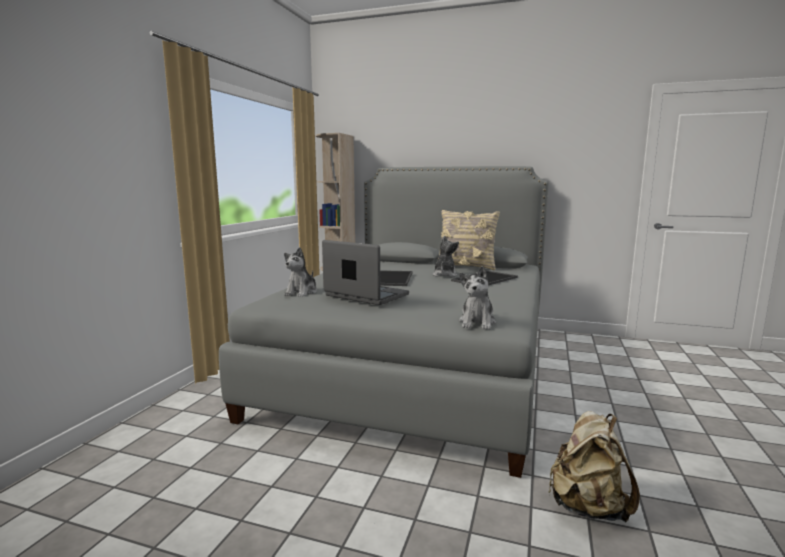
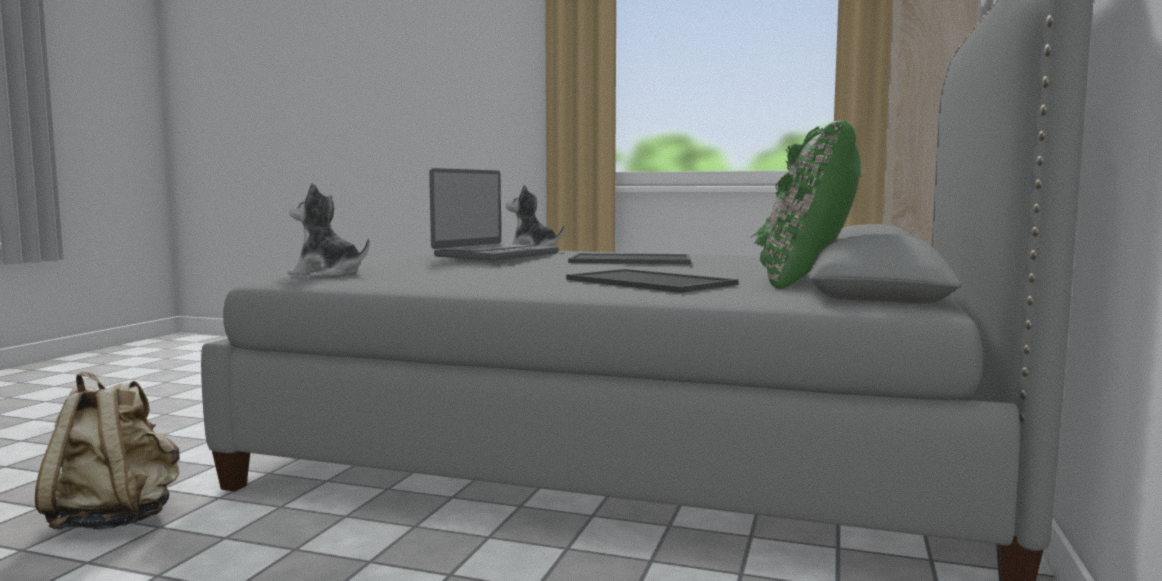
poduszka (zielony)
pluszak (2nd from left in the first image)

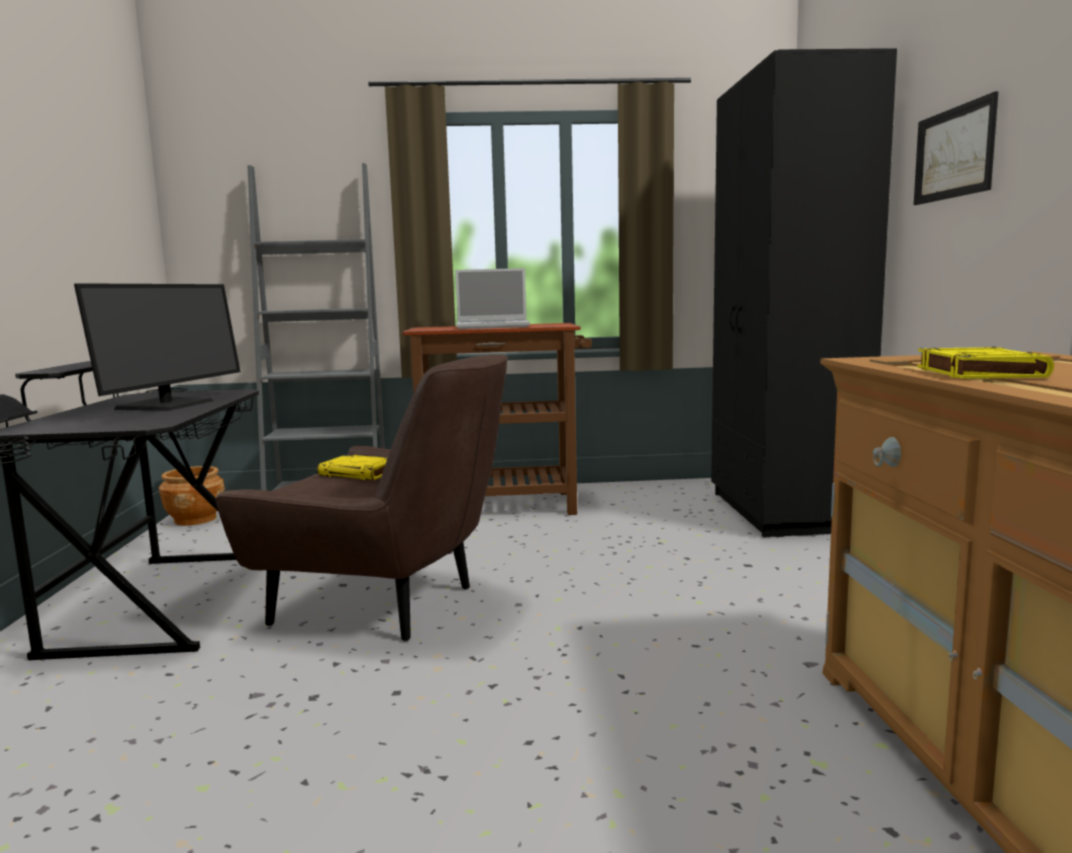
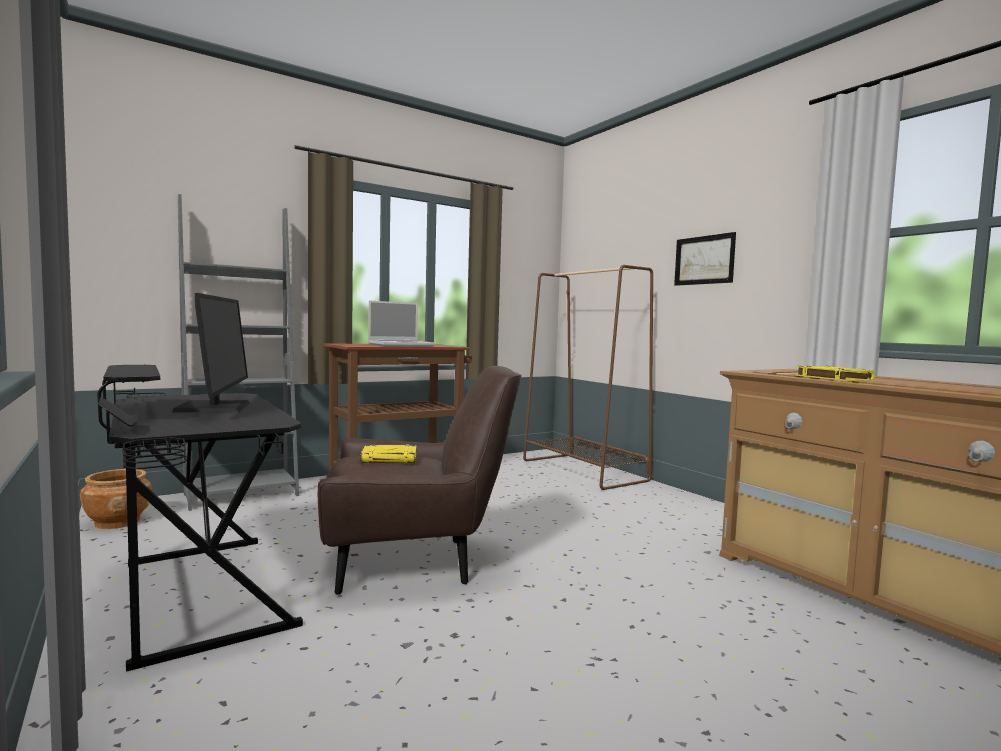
wieszak (brązowy)

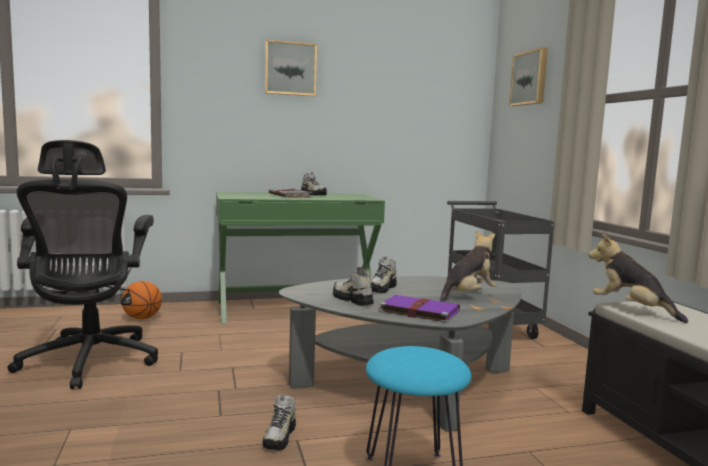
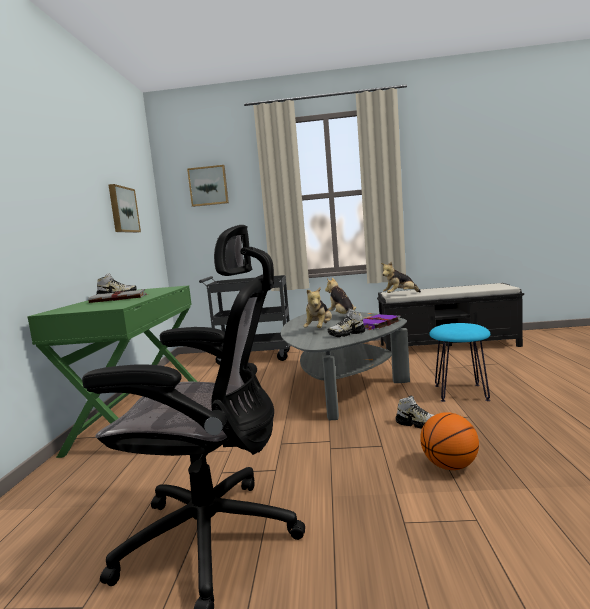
obraz (1st from left)
pluszak (1st from left)
piłka do koszykówki

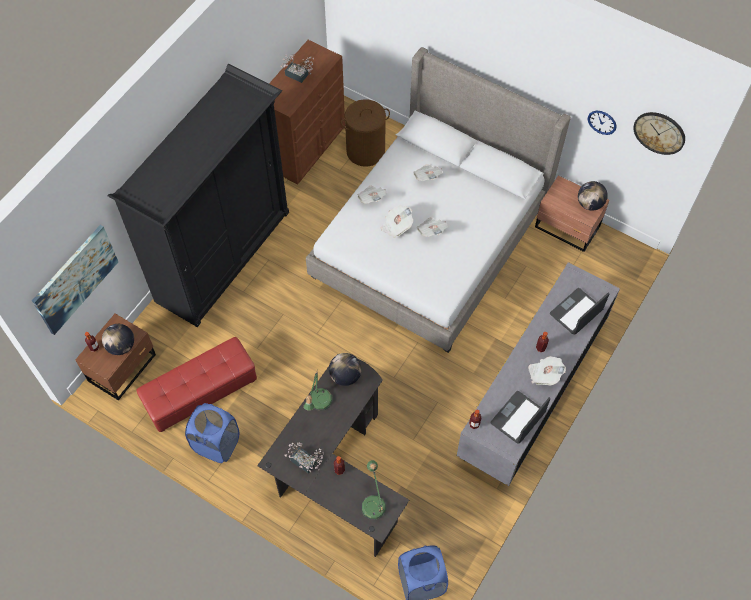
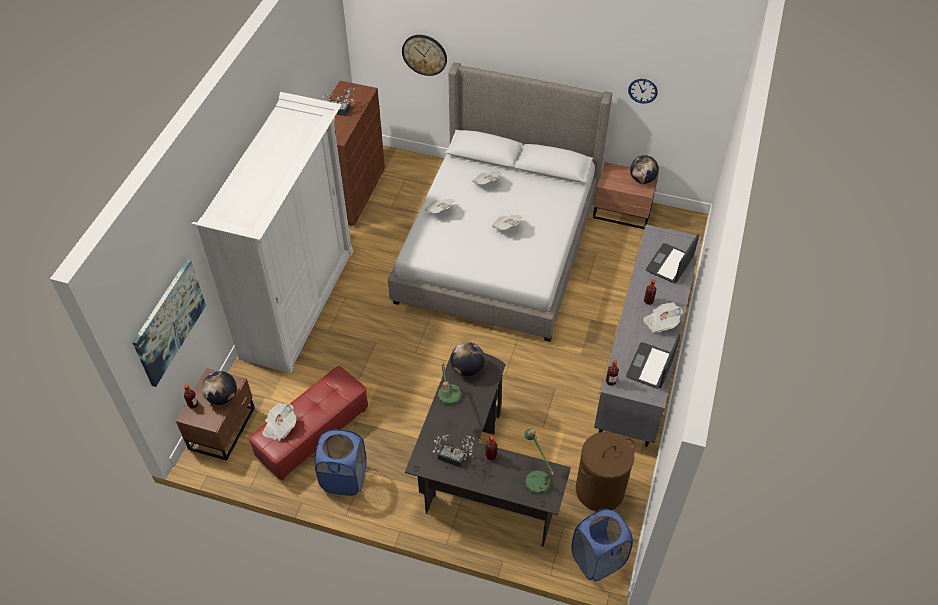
szafa (biały)
kosz na pranie (brązowy)
zegar ścienny (1st from left)
gazeta (1st from left)

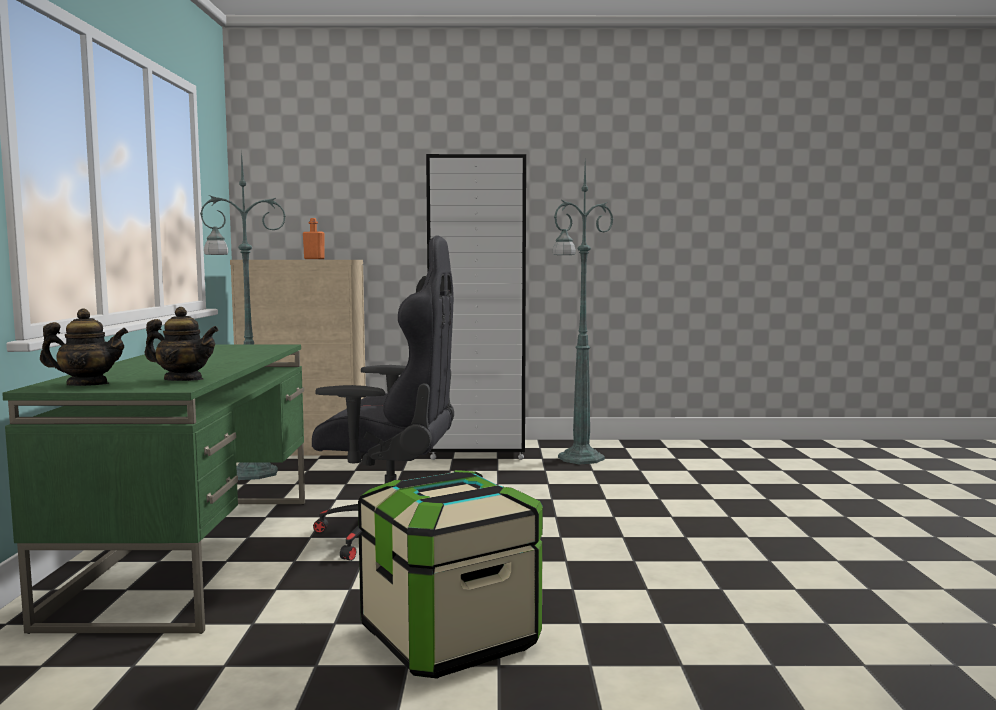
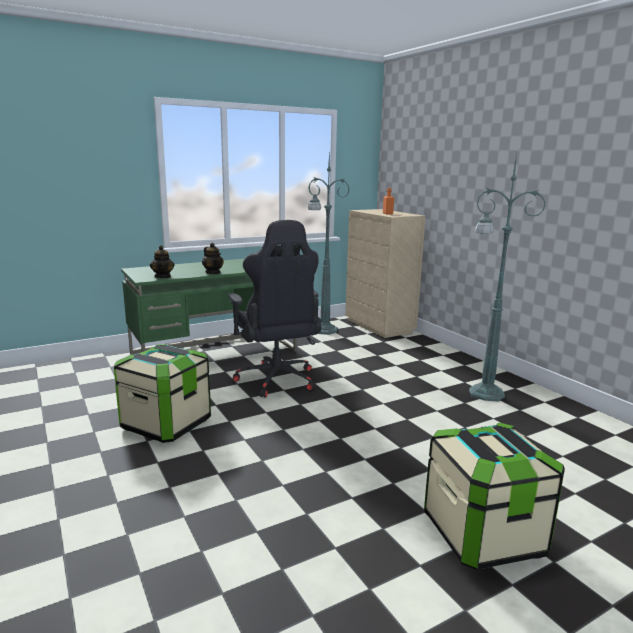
szafa
imbryk (2nd from left)
pojemnik do przechowywania (2nd from left)

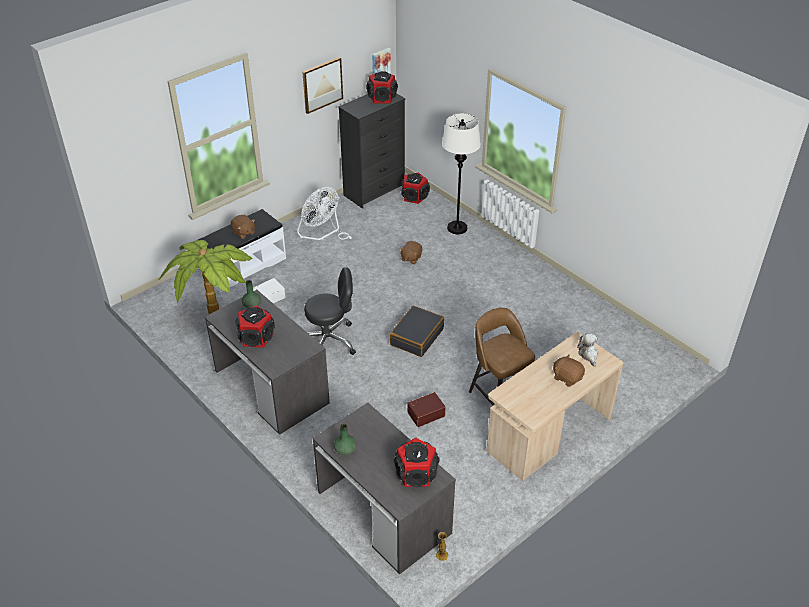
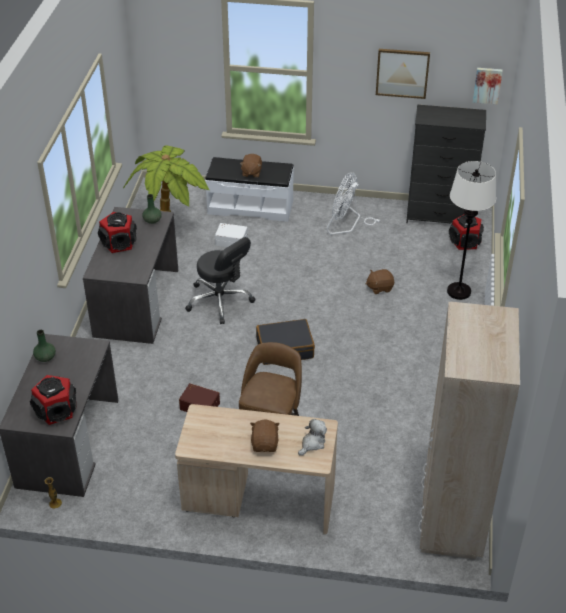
głośnik (2nd from left in the first image)
wentylator (biały)
szafa (beżowy)

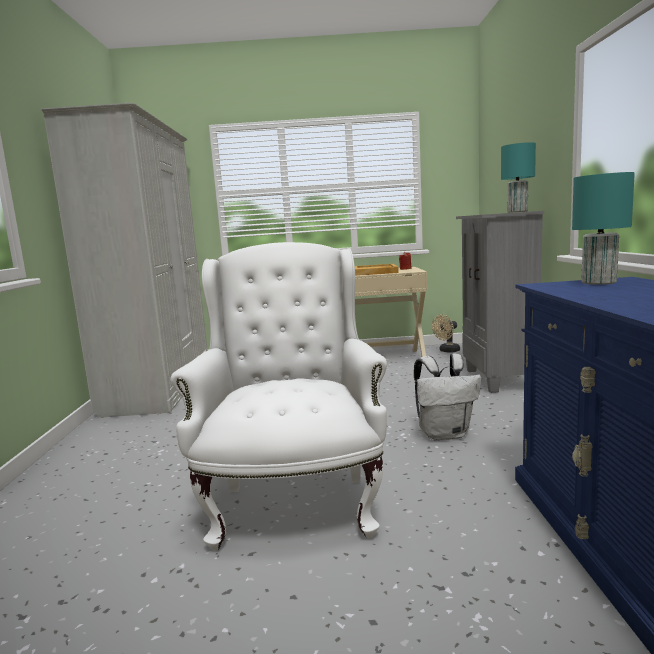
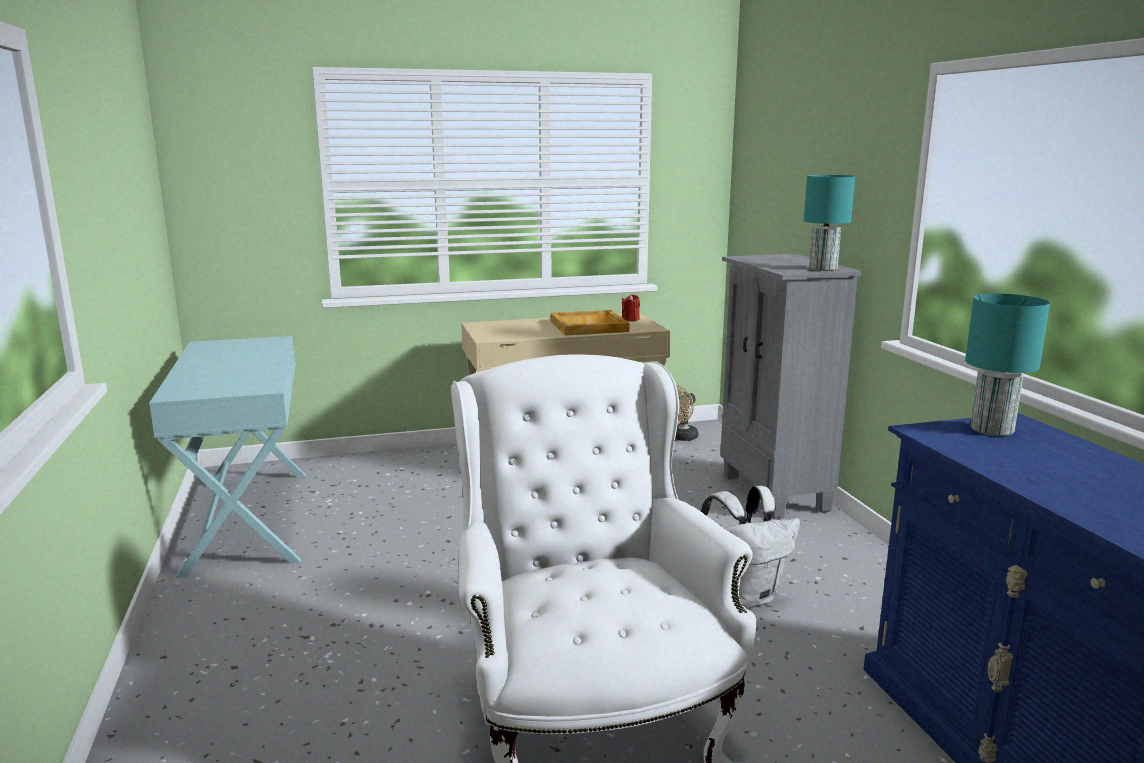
biurko (turkusowy)

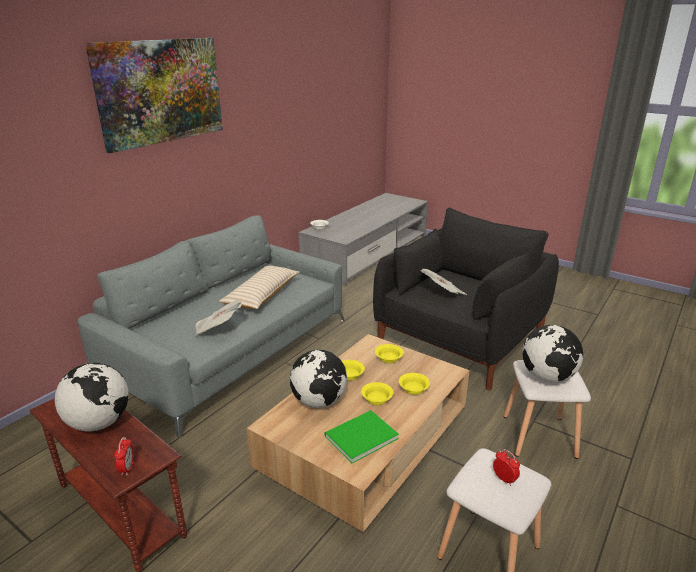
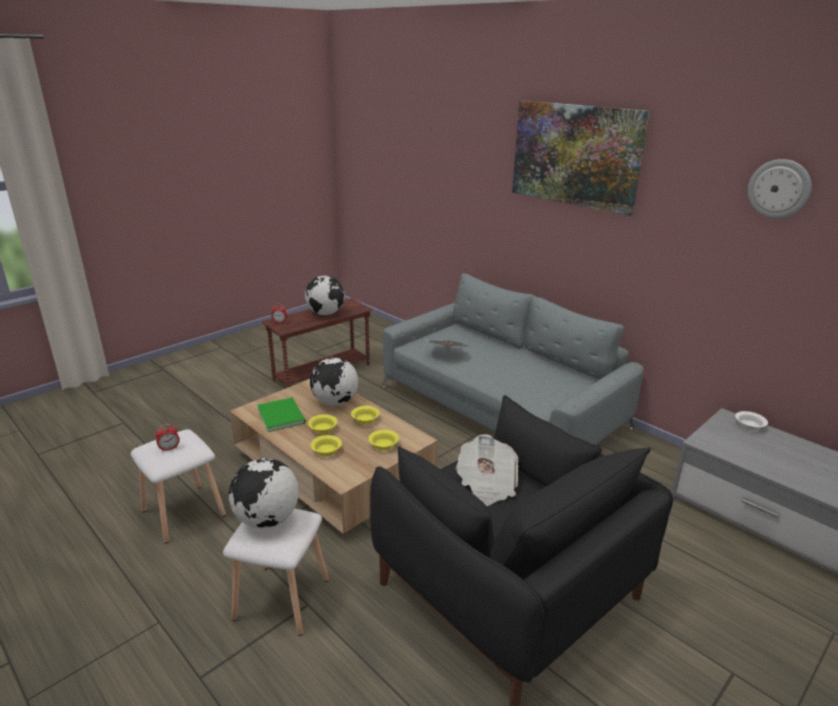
poduszka (beżowy)
zegar ścienny

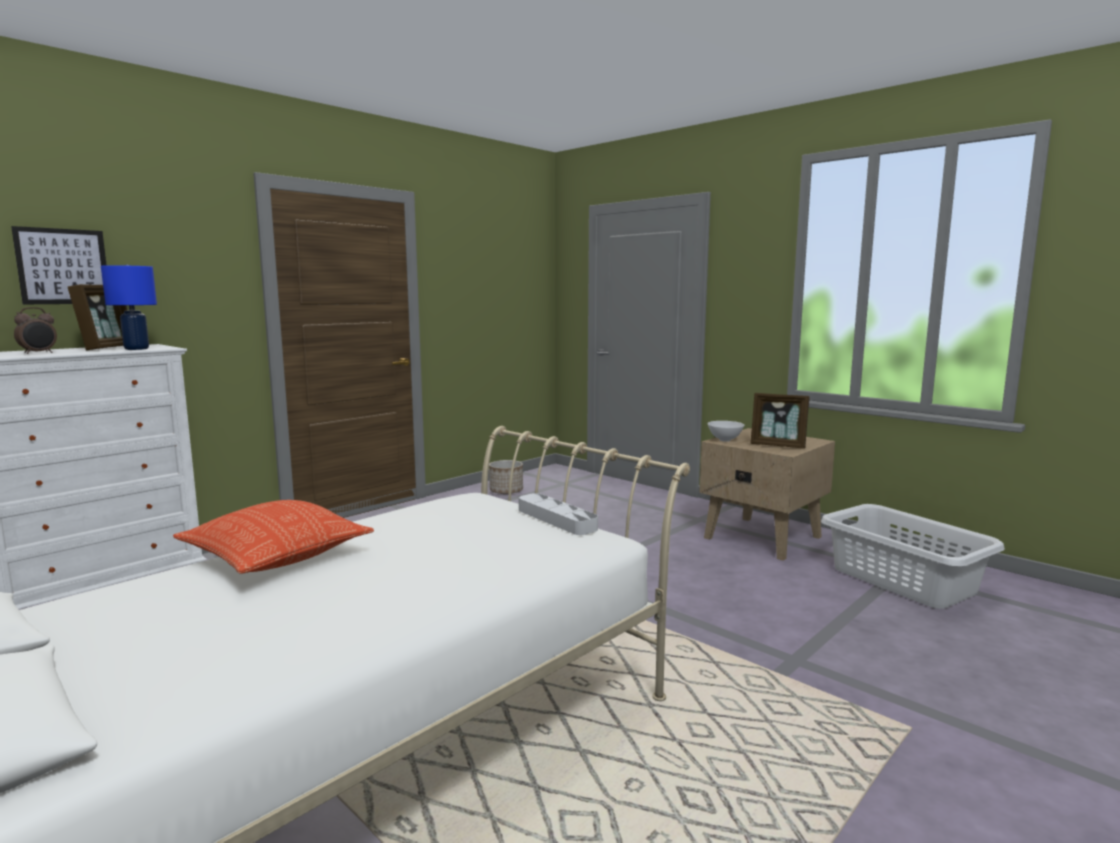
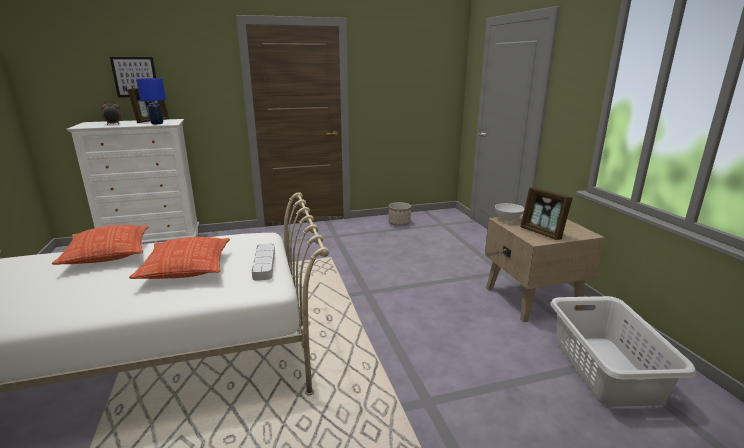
poduszka (pomarańczowy) (2nd from left)

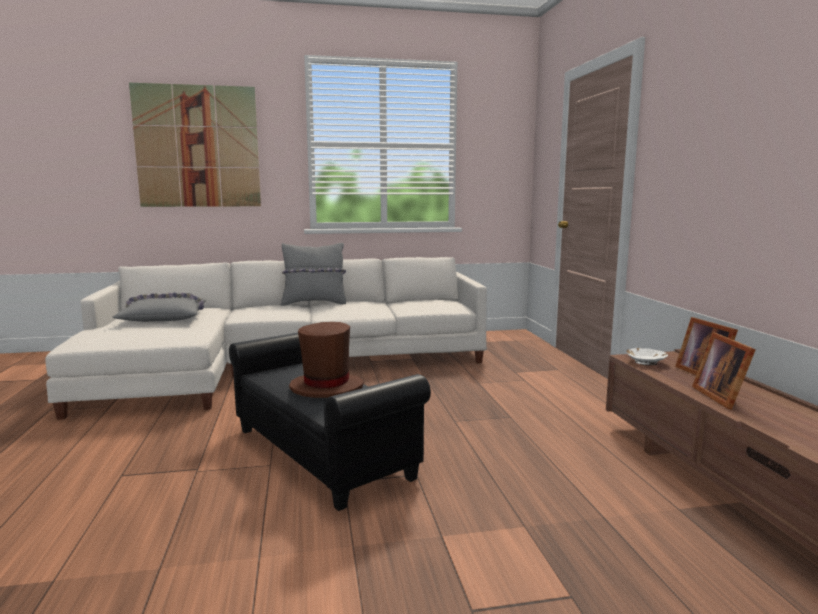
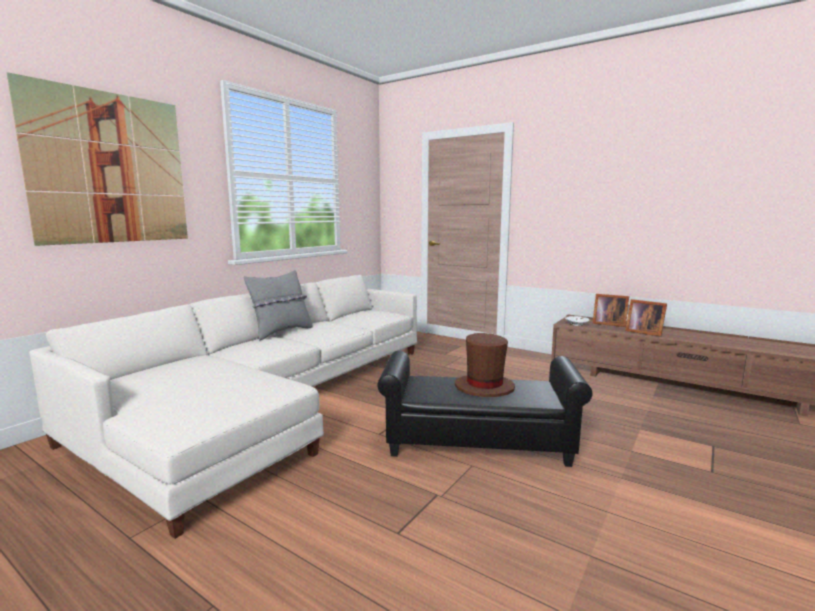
poduszka (szary) (1st from left in the first image)

